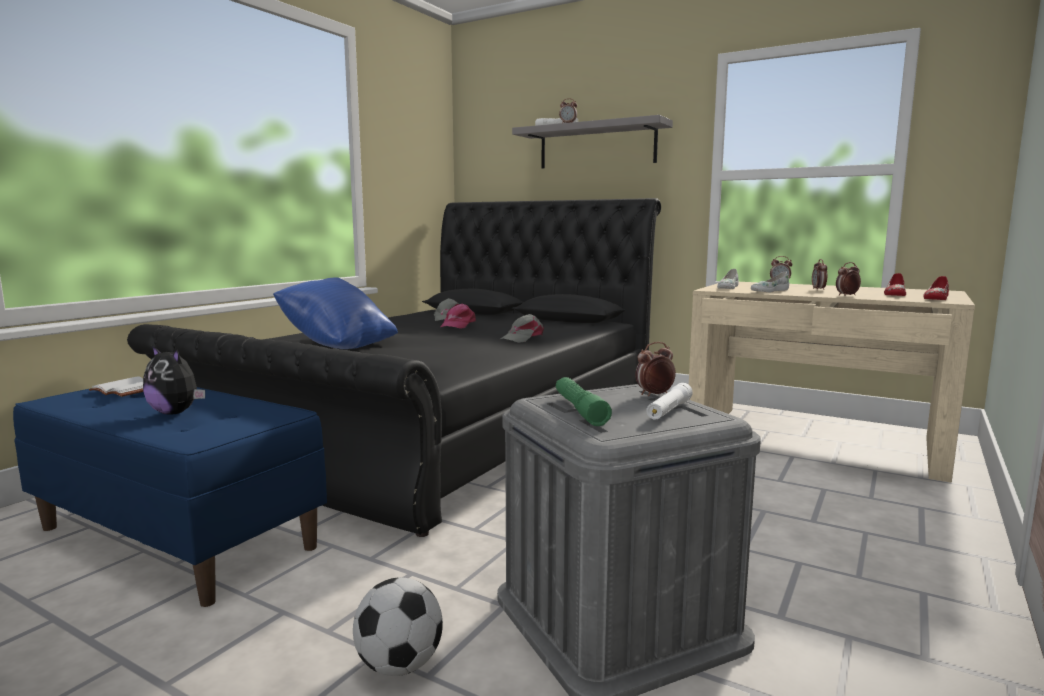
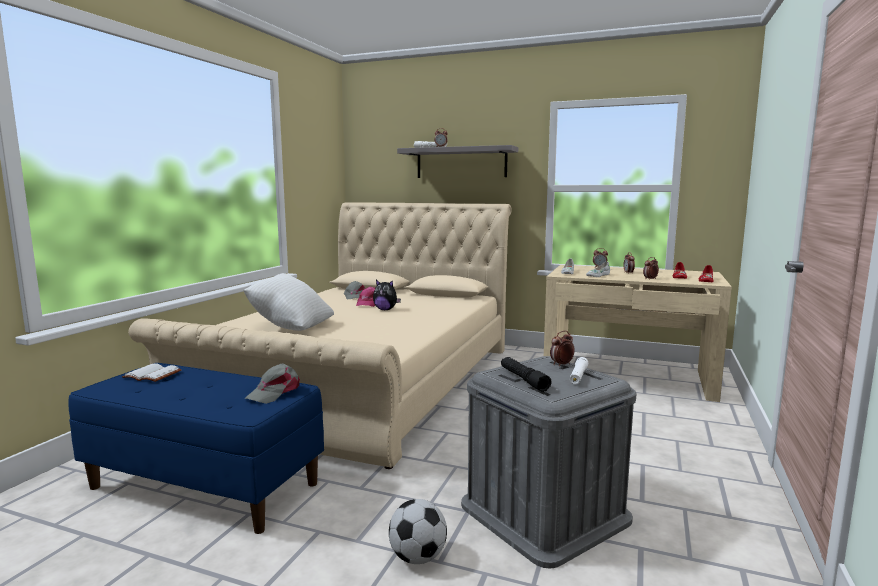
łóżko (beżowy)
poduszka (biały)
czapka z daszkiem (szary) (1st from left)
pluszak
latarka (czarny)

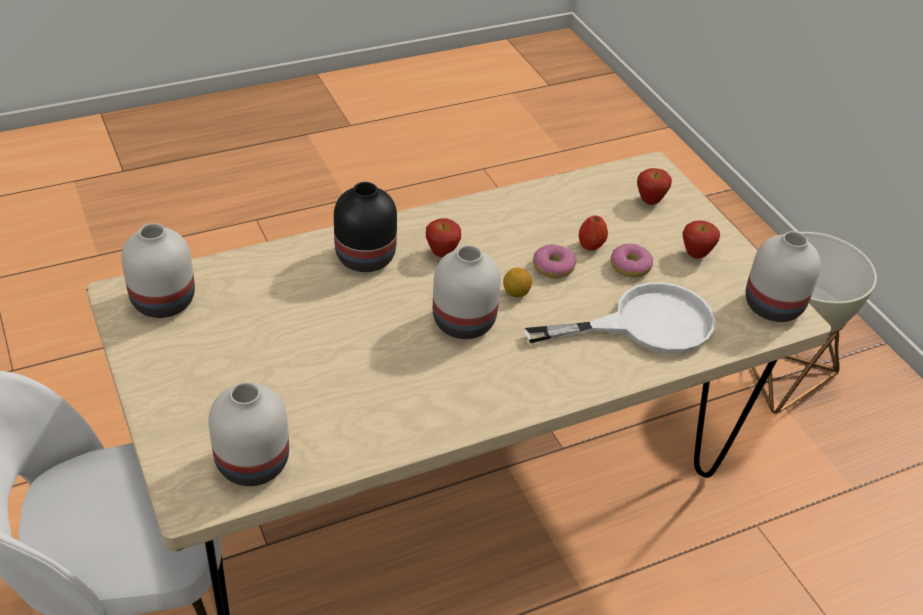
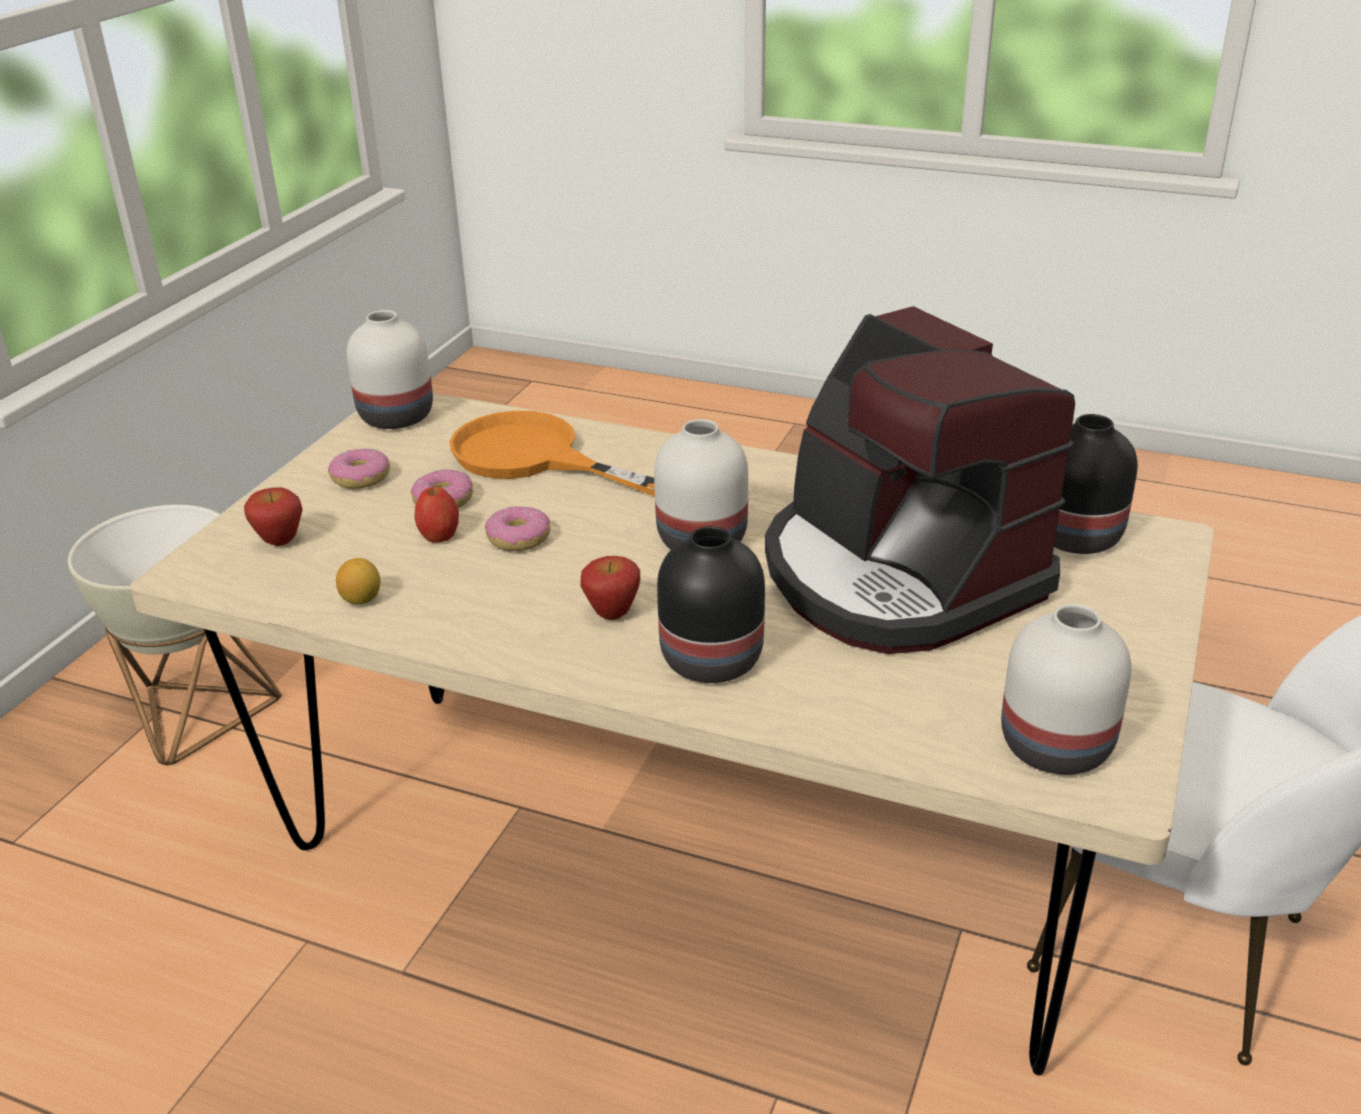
donut (1st from left)
cytryna
patelnia (pomarańczowy)
wazon (czarny) (2nd from left)
ekspres do kawy

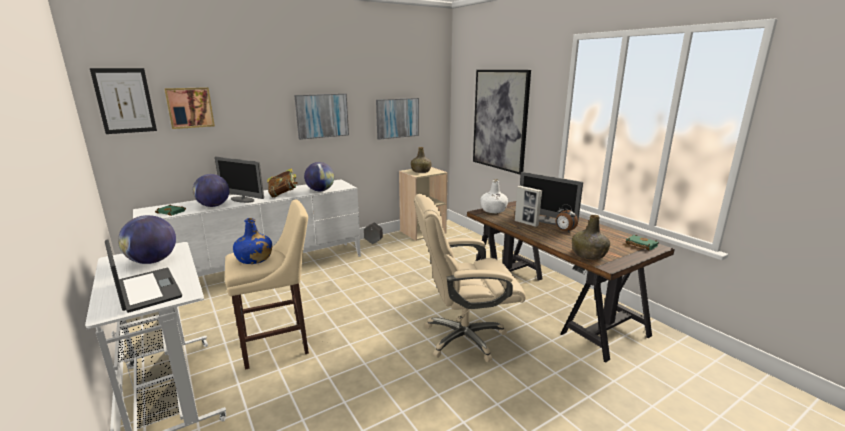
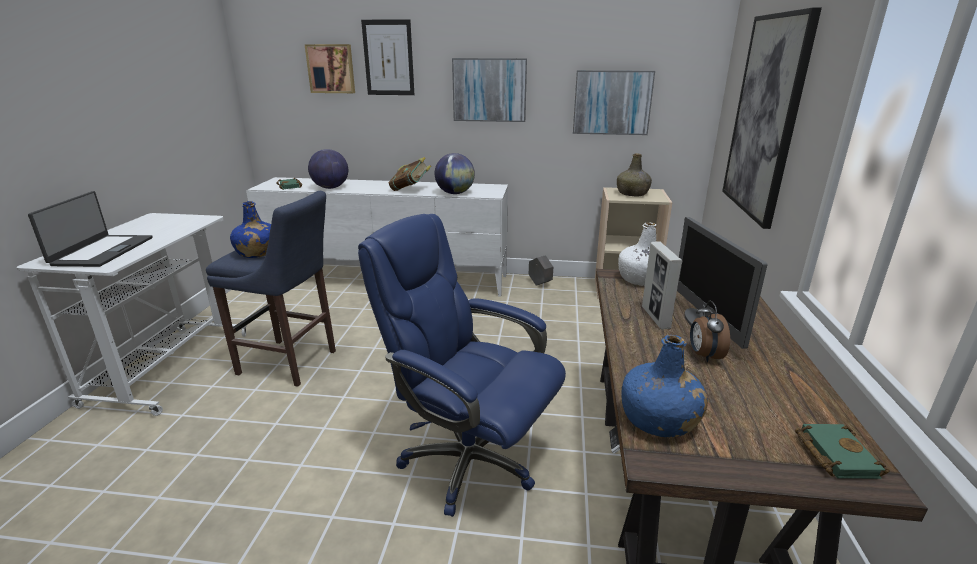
obraz (2nd from left)
monitor (1st from left in the first image)
krzesło biurowe (niebieski)
stołek (niebieski)
globus (1st from left in the first image)
butelka (niebieski) (2nd from left)

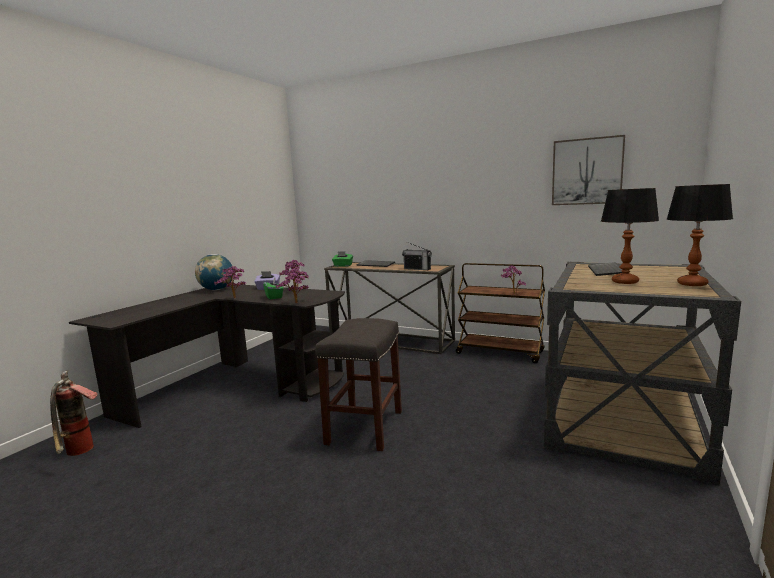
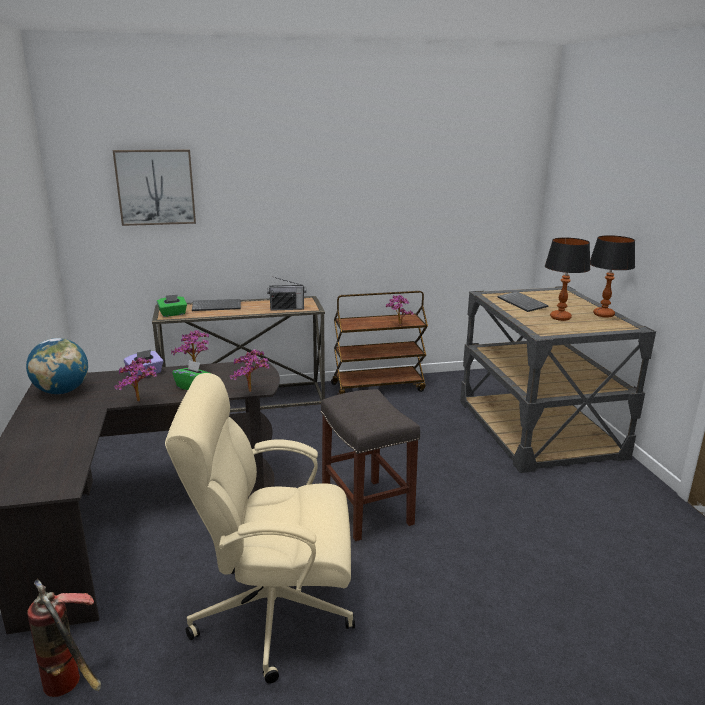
obraz
krzesło biurowe (beżowy)

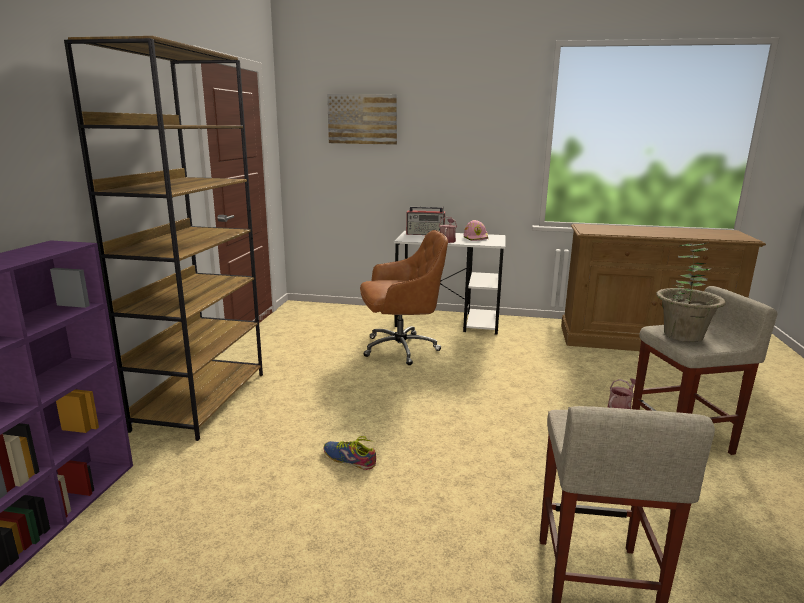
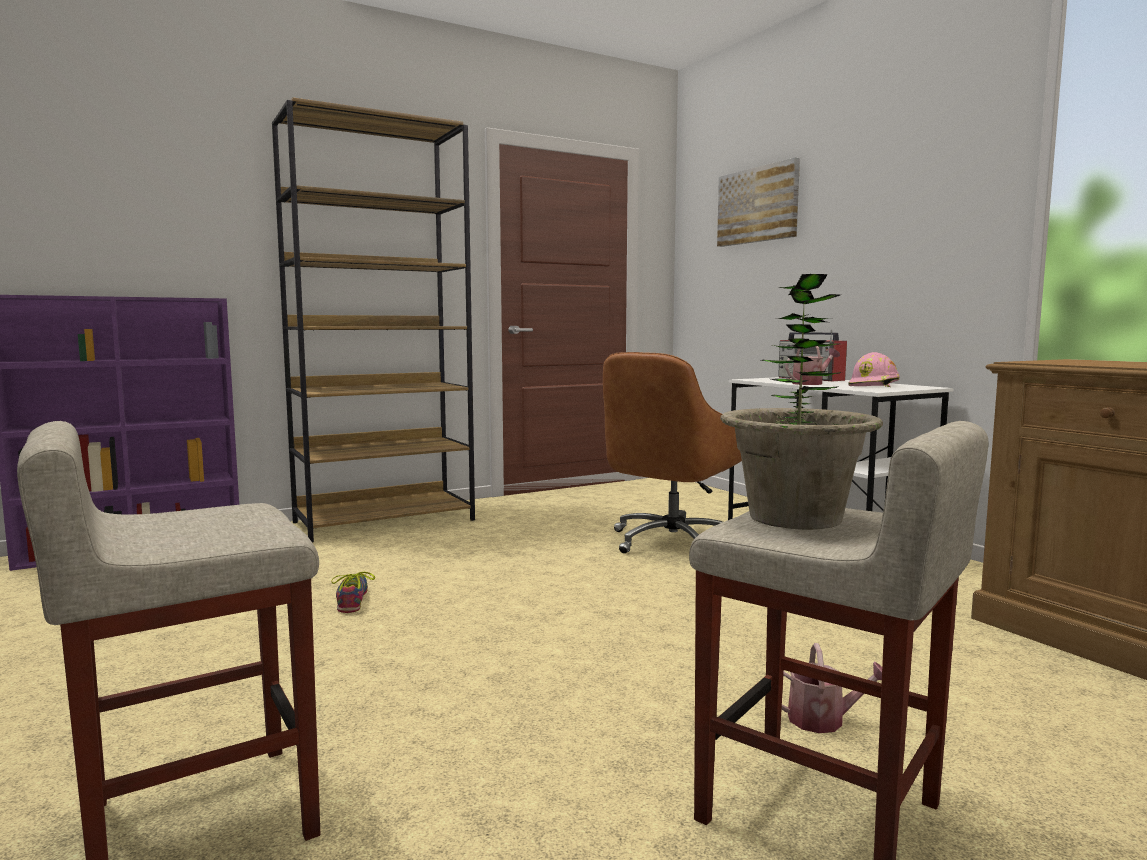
krzesło biurowe (brązowy)

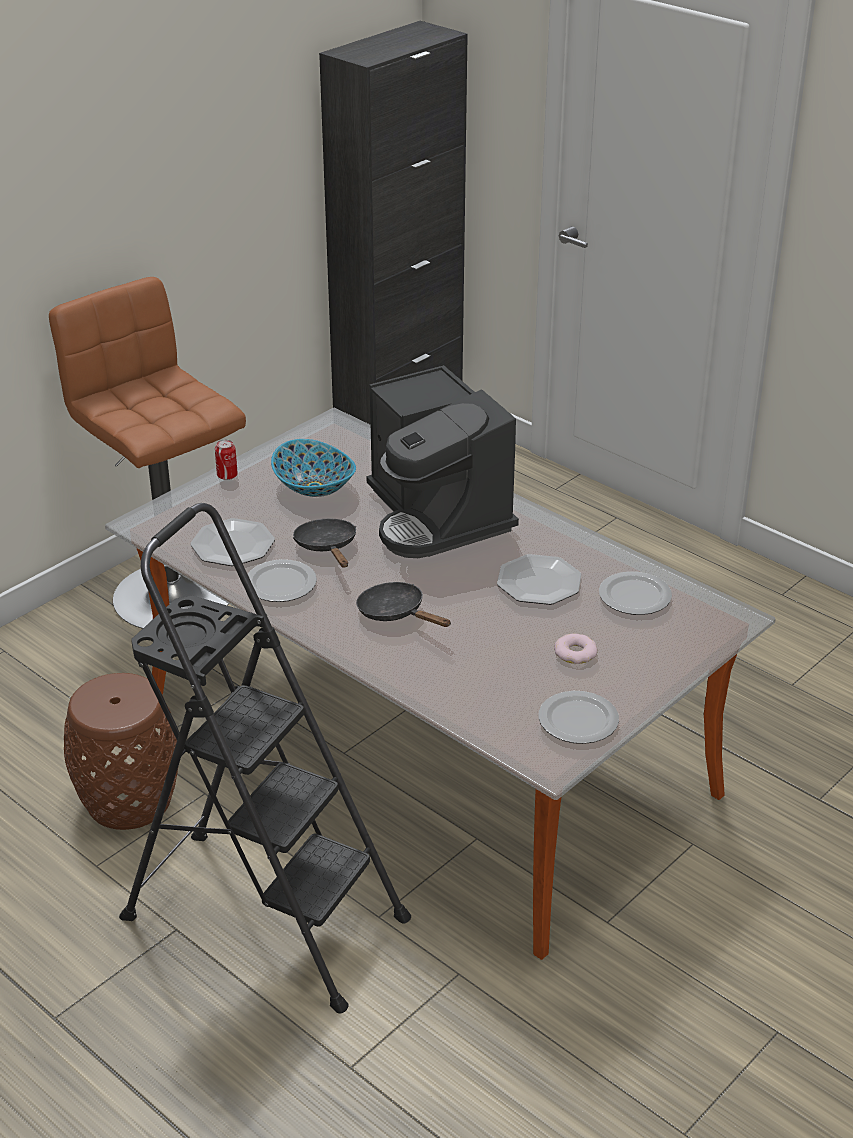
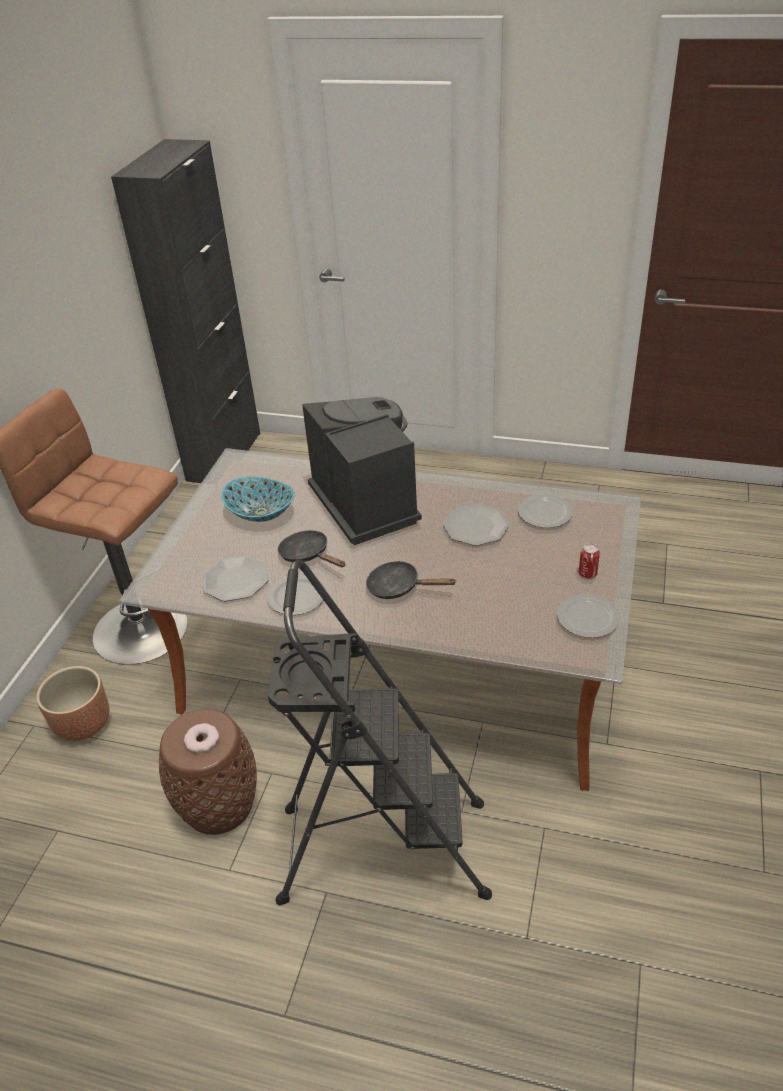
ekspres do kawy
puszka
donut
donica (brązowy)

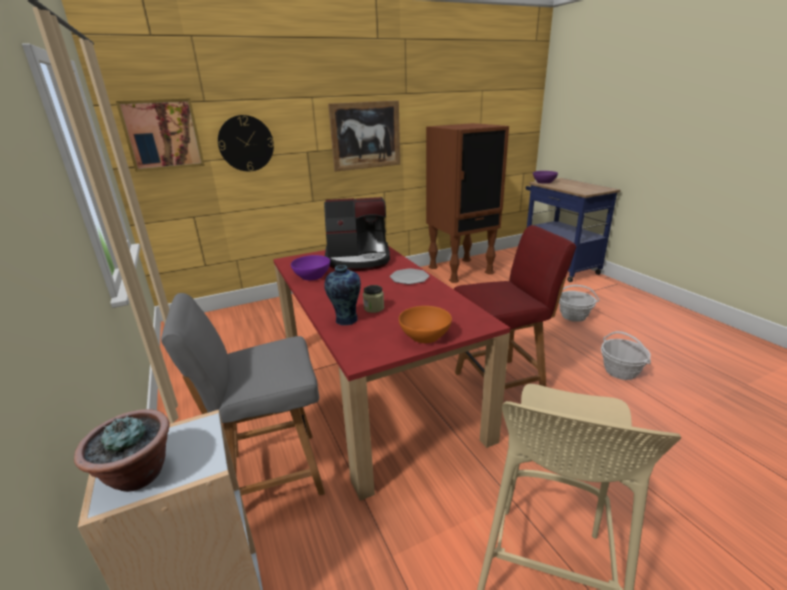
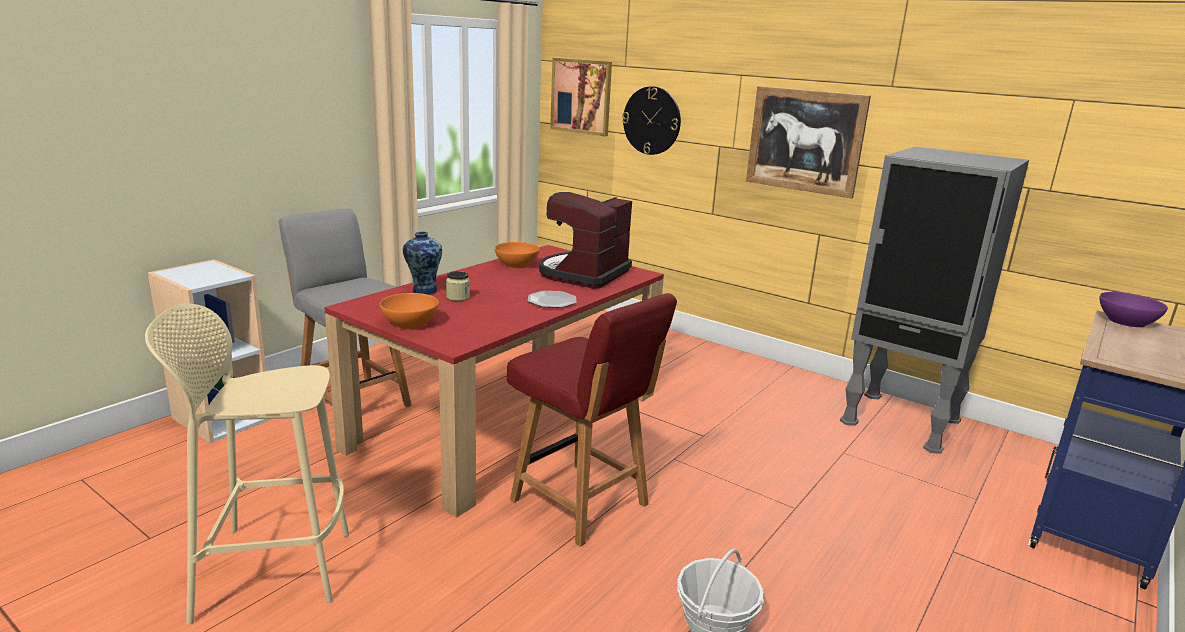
szafka (szary)
ekspres do kawy
miska (pomarańczowy) (2nd from left)
koszyk (1st from left in the first image)
roślina doniczkowa

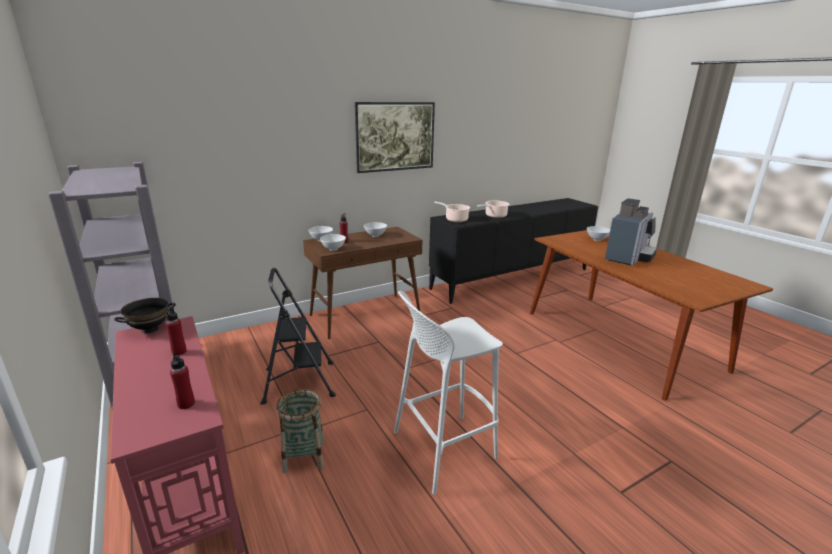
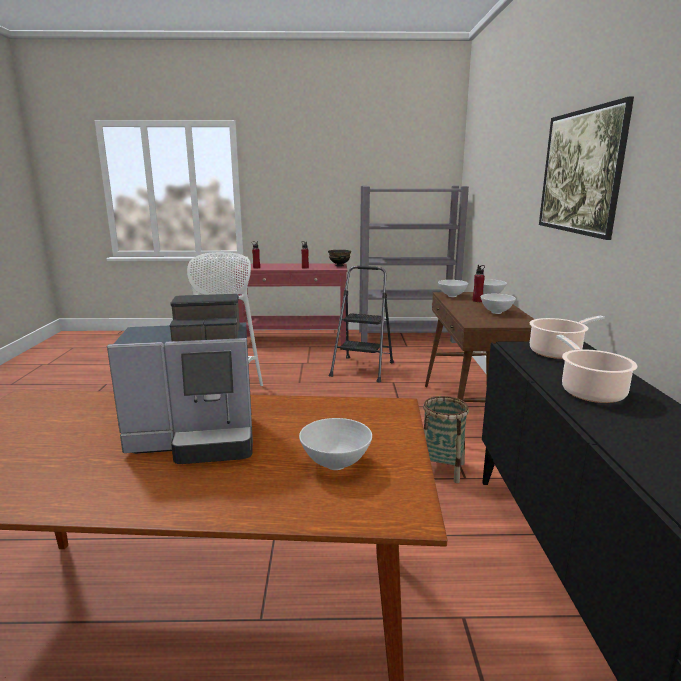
ekspres do kawy
koszyk

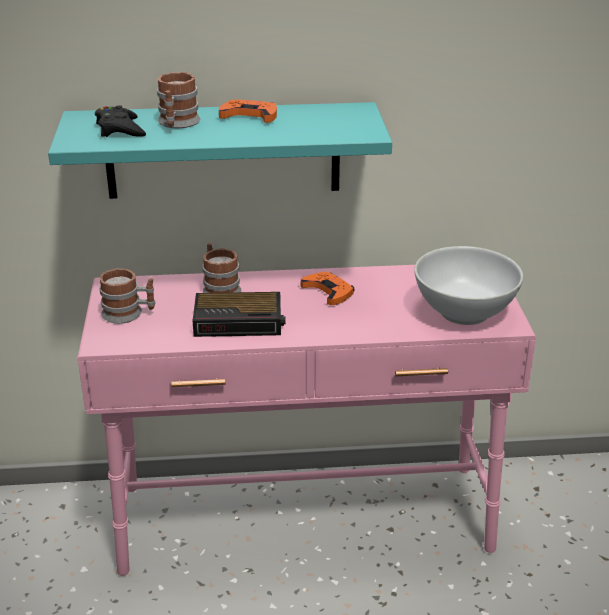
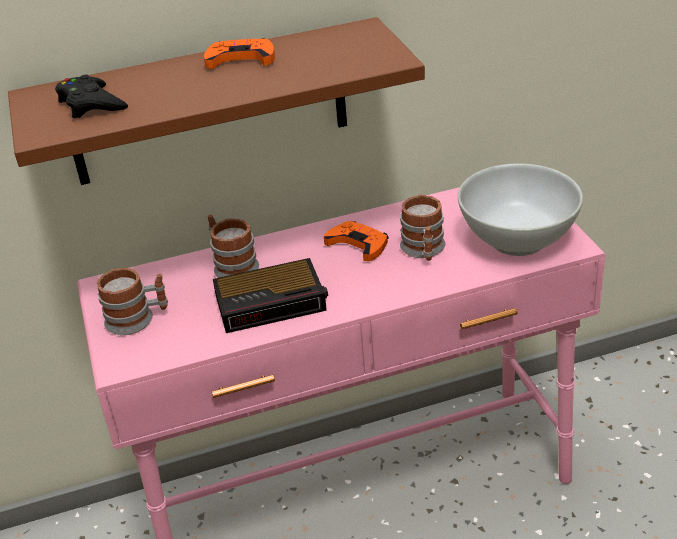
kubek (3rd from left)
półka (brązowy)

